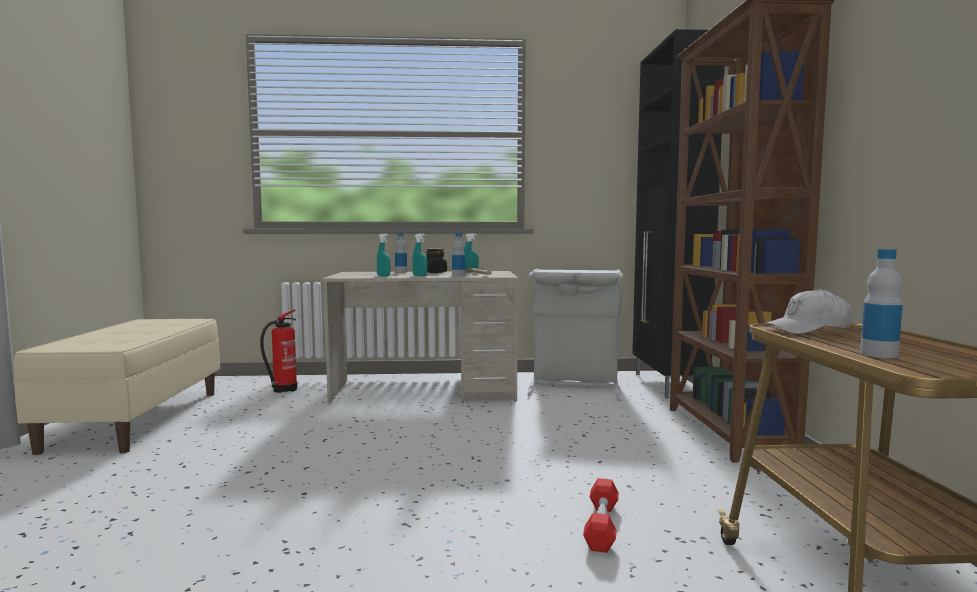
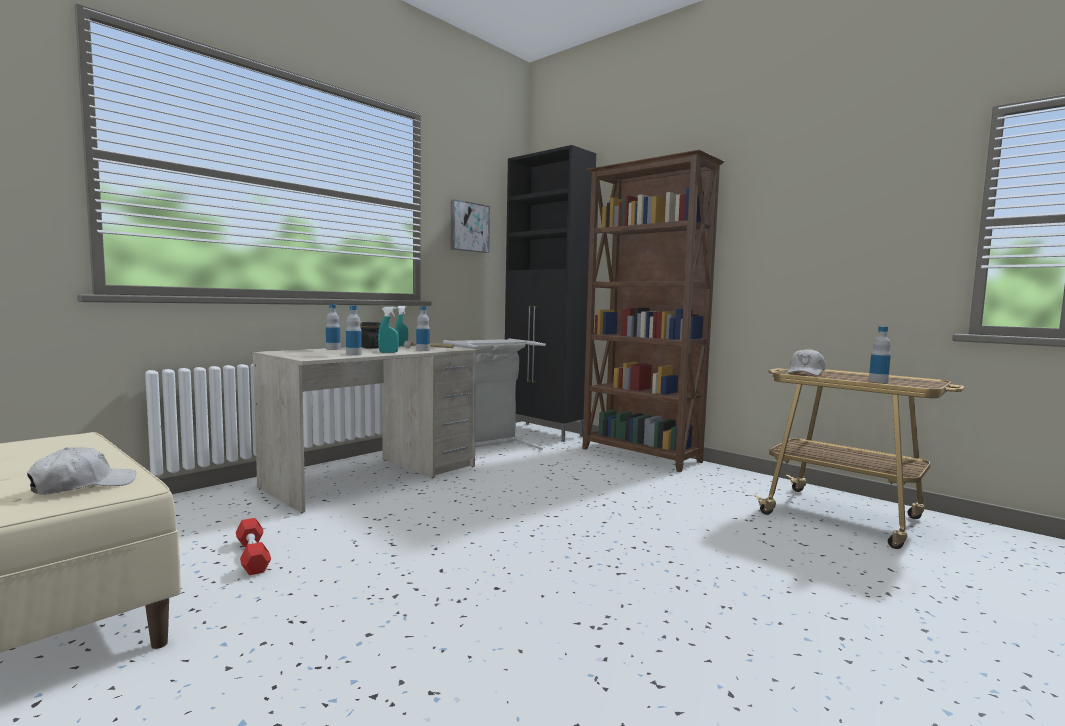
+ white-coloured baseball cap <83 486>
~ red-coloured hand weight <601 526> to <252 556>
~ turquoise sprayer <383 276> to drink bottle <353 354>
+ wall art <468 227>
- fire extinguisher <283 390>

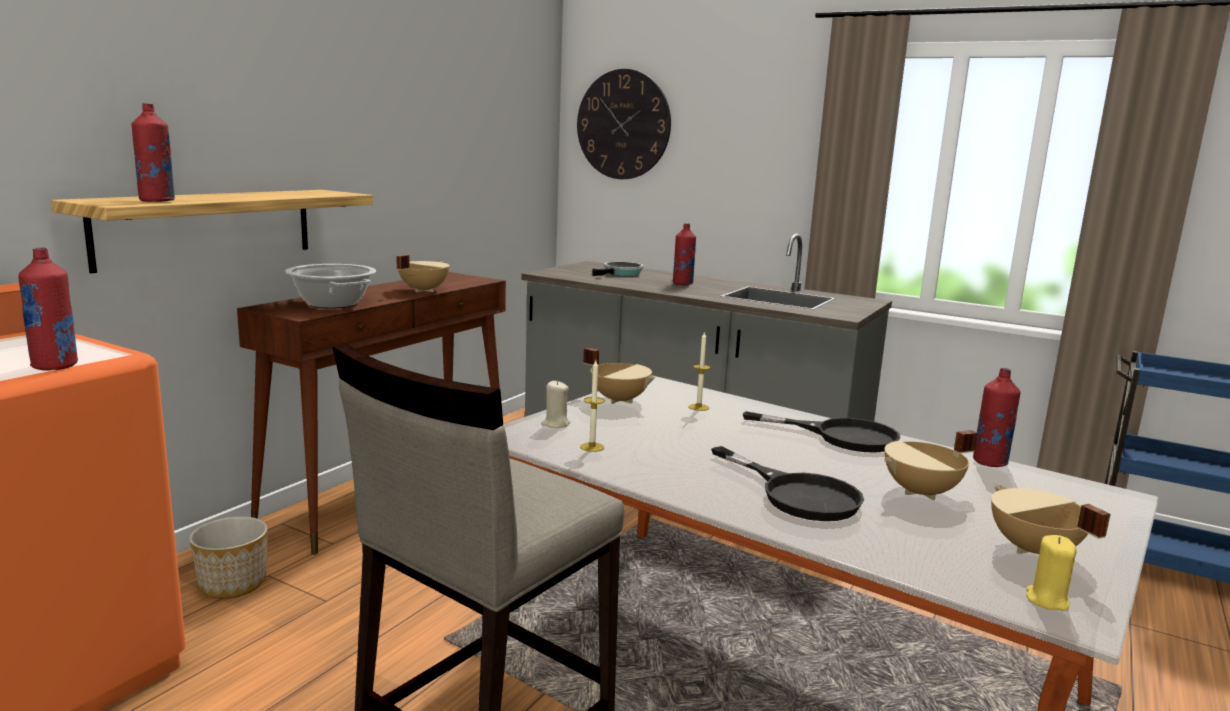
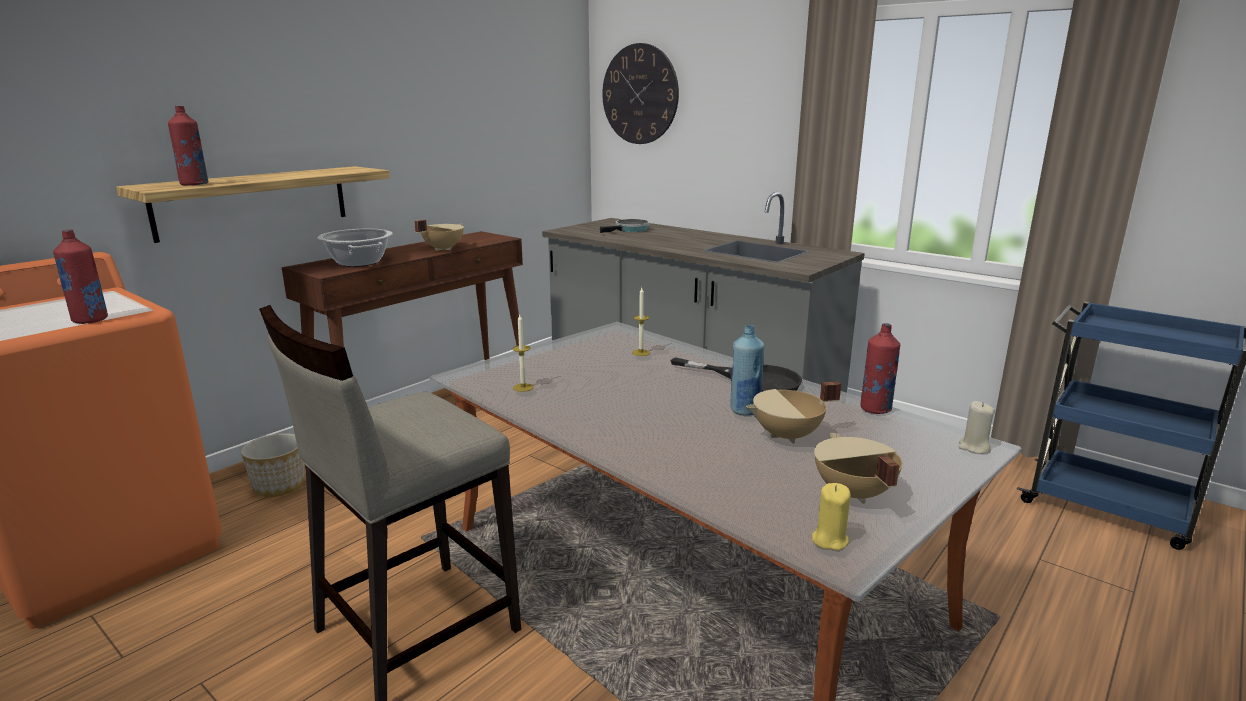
+ bluish drink bottle <744 410>
~ beige wax light <555 424> to <974 447>
- beige saucepot <619 400>
- red-coloured drink bottle <682 284>
- black-coloured skillet <797 494>

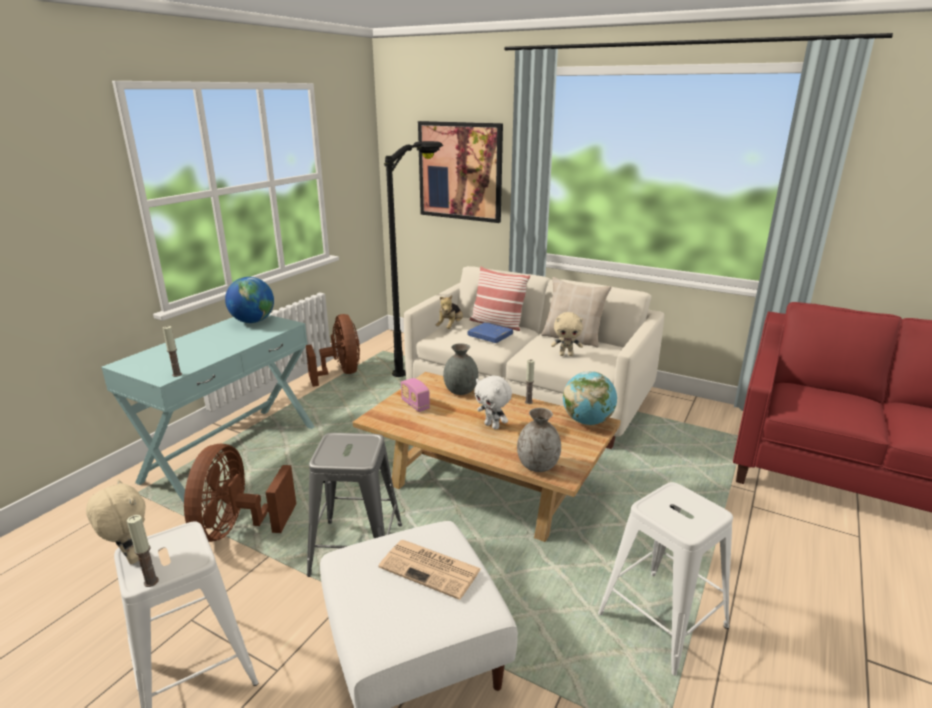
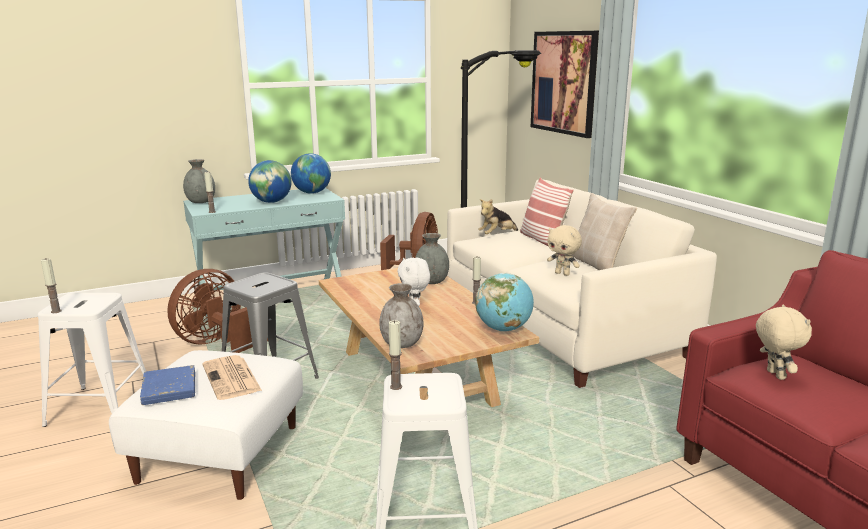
~ bluish volume <490 335> to <169 389>
+ grey decorative vase <201 202>
+ globe <271 202>
+ wax light <396 387>
~ beige soft toy <129 558> to <774 375>
- radio <415 405>

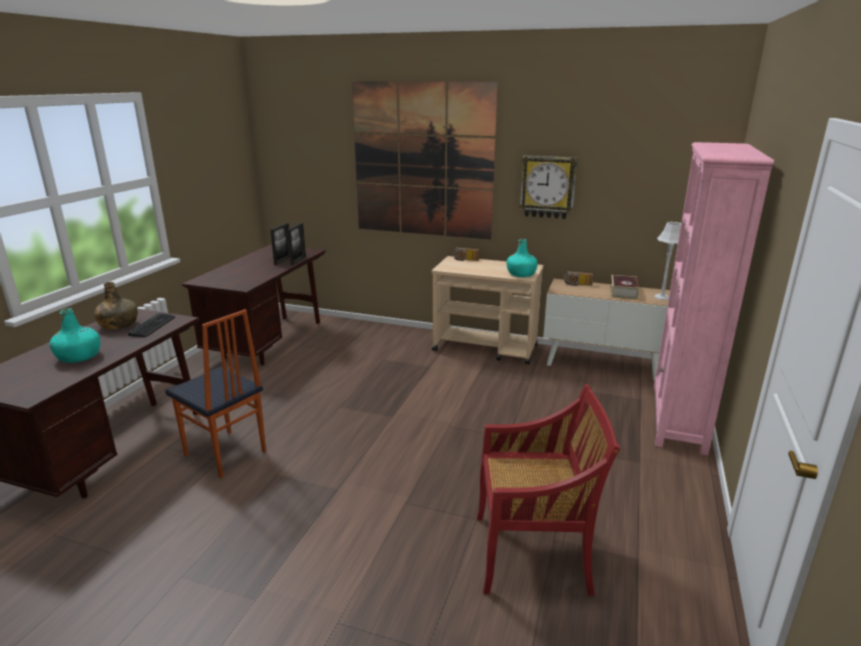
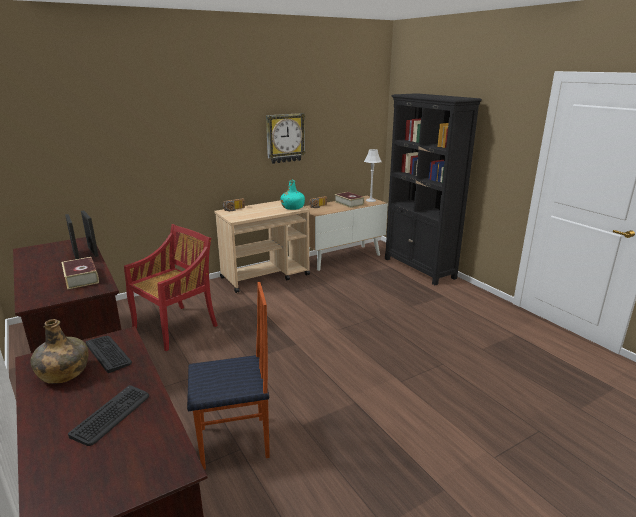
+ volume <81 278>
~ turquoise drink bottle <79 356> to keyboard <112 415>
~ red-coloured chair <533 553> to <176 326>
~ pink bookcase <678 418> to black-coloured bookcase <419 268>
- wall art <422 161>

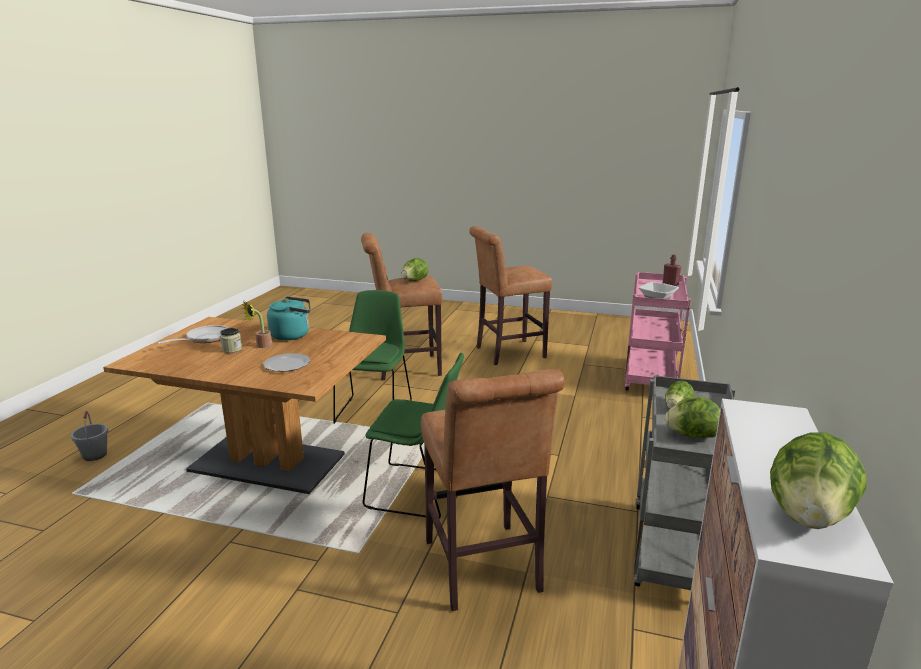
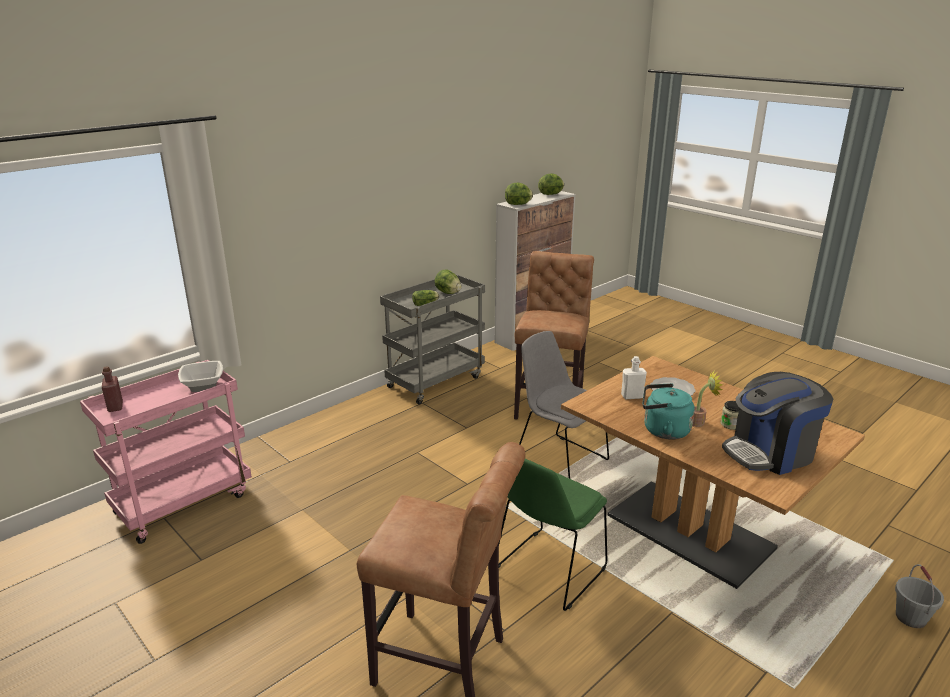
~ head of lettuce <414 281> to <518 204>
~ greenish chair <417 491> to grey chair <558 460>
+ white-coloured drink bottle <632 396>
~ skillet <204 339> to coffee machine <770 453>
- brownish sitting stool <506 353>

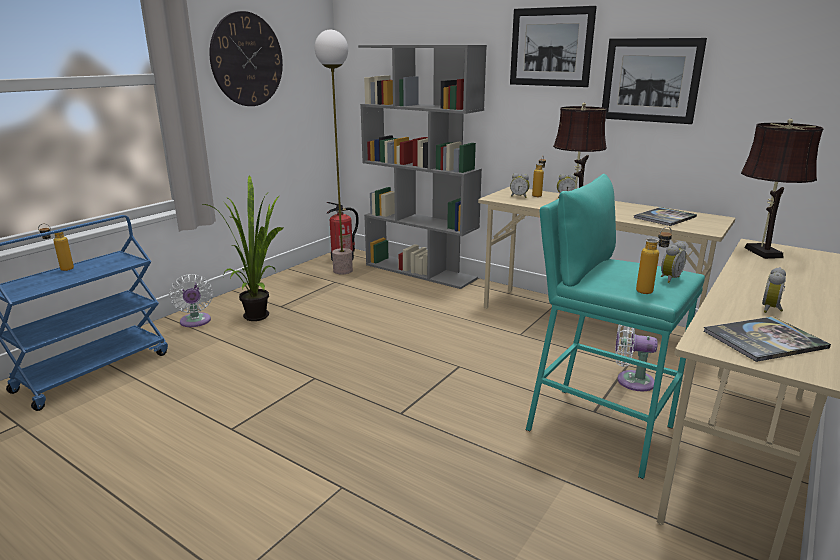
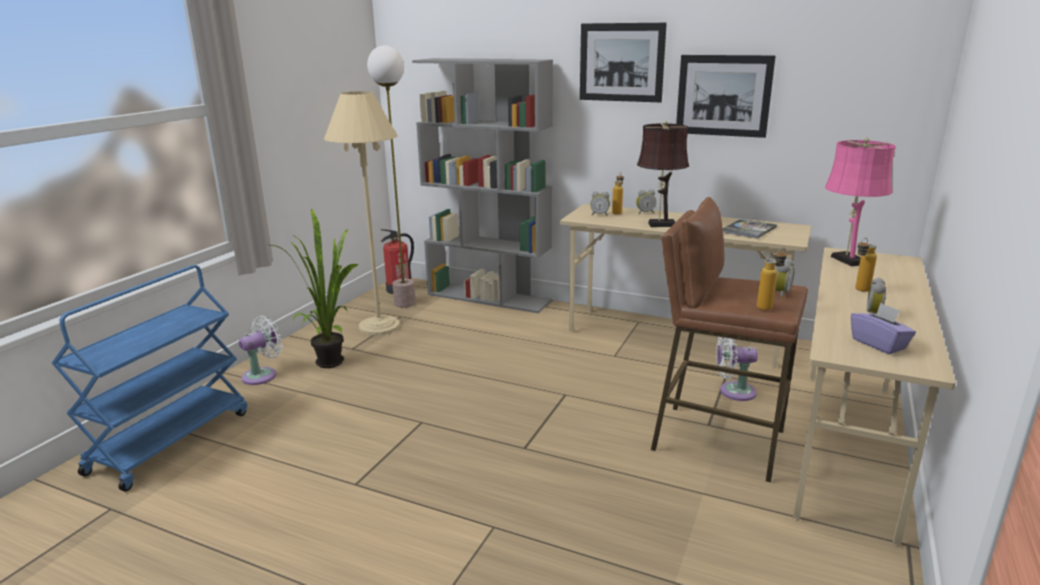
~ white-coloured fan <195 322> = <263 375> 105 degrees counterclockwise
+ beige standing lamp <379 326>
~ turquoise sitting stool <598 428> to brownish sitting stool <717 440>
~ brownish table lamp <761 251> to pink table lamp <846 259>
~ volume <764 340> to purplish box of tissues <879 344>
~ drink bottle <61 269> to <859 290>
- wall clock <247 60>

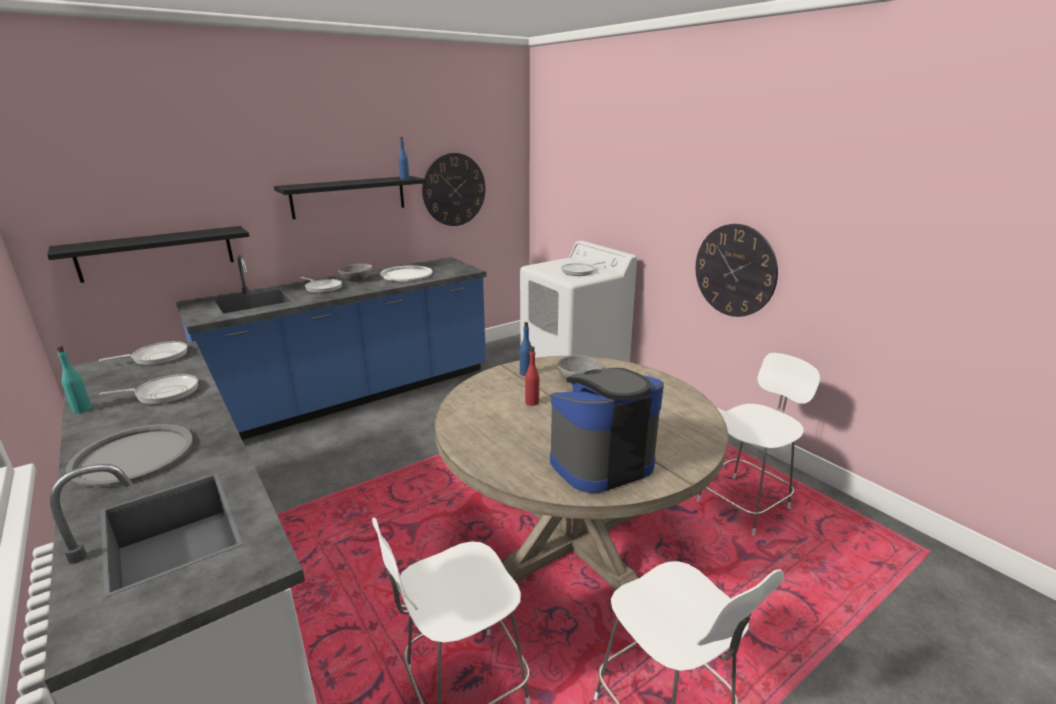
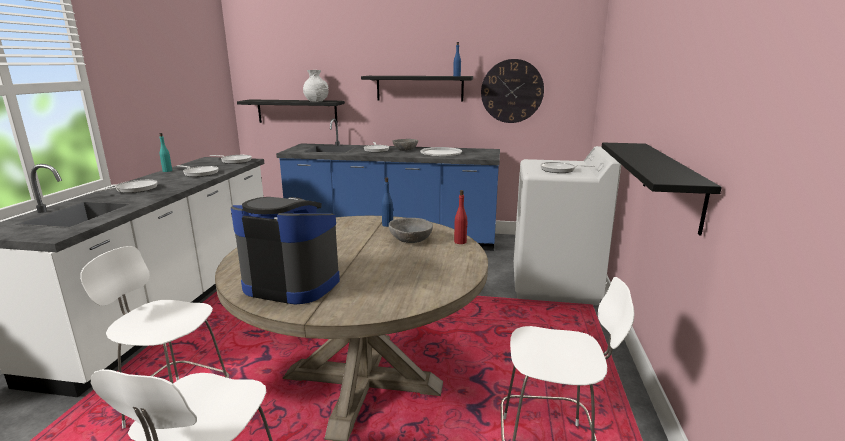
~ grey tray <133 456> to skillet <134 189>
+ white-coloured decorative vase <317 101>
~ red-coloured drink bottle <532 402> to <460 242>
~ wall clock <735 270> to black-coloured wall shelf <672 183>

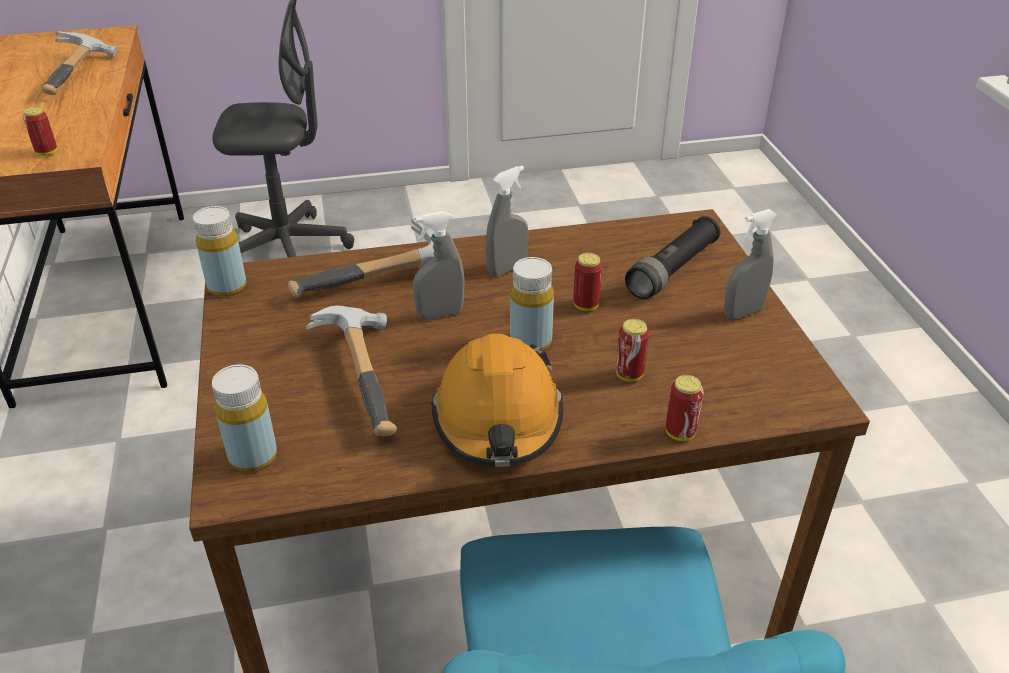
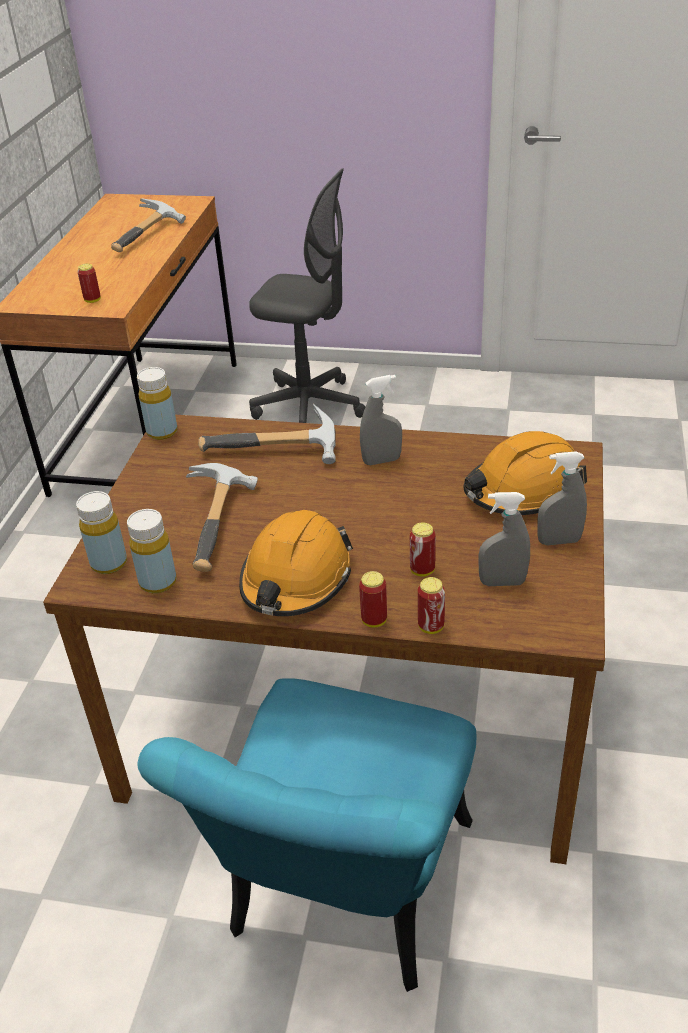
~ yellowish drink bottle <530 341> to <158 582>
~ can <585 305> to <374 620>
~ black-coloured torch <672 270> to orangey work helmet <523 491>
~ grey sprayer <440 314> to <502 582>

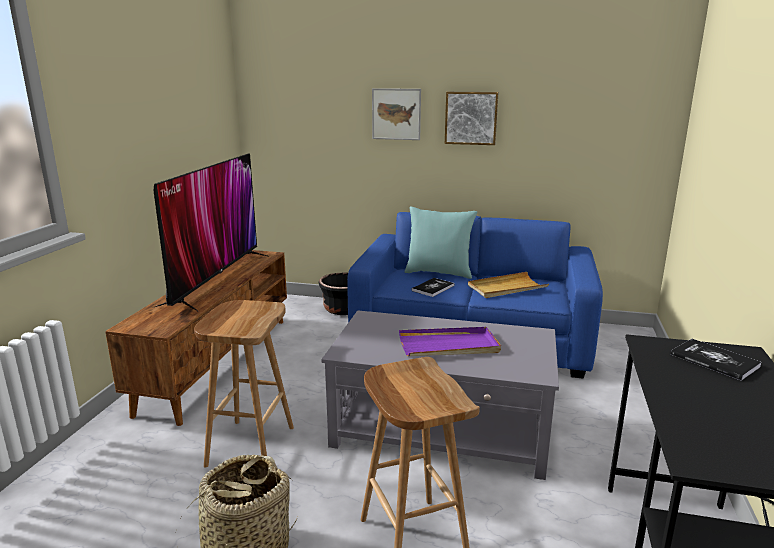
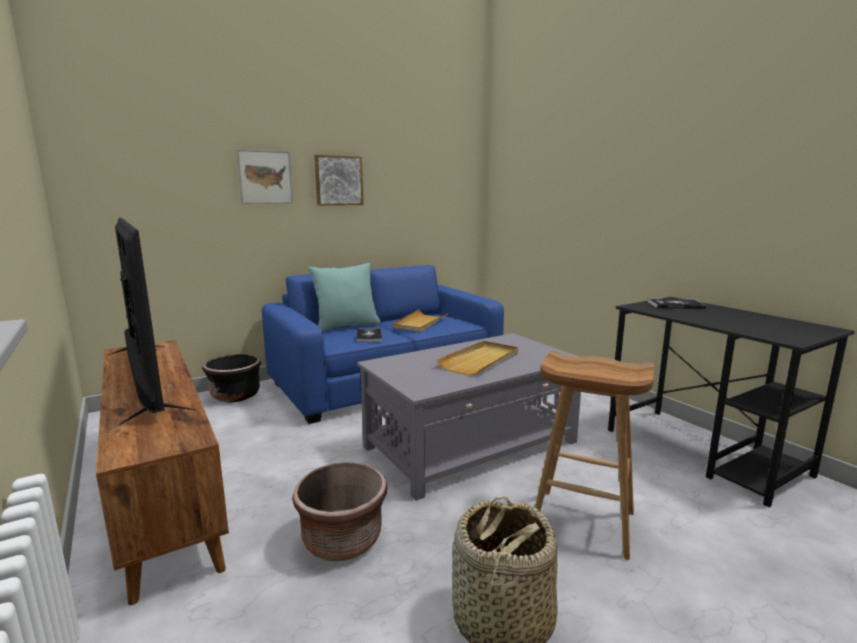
~ brownish sitting stool <250 445> to brownish planter <342 540>
~ purplish tray <449 346> to beige tray <480 360>

